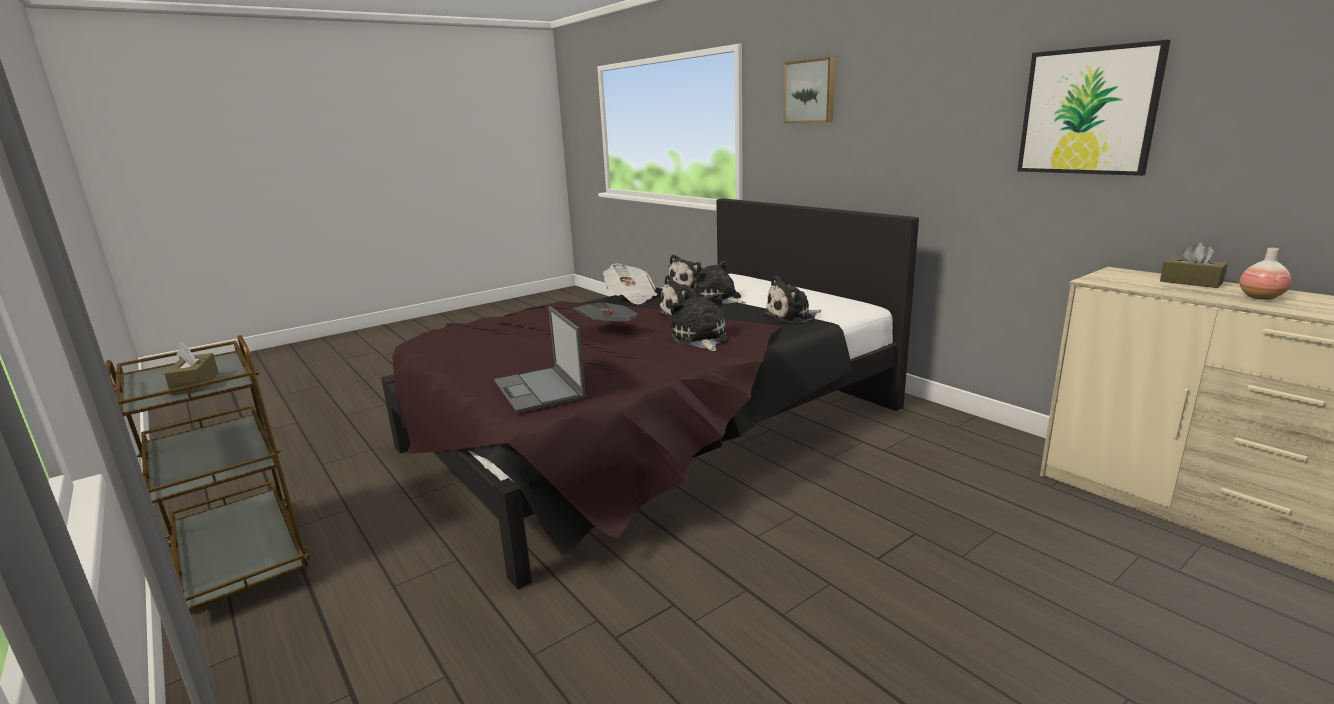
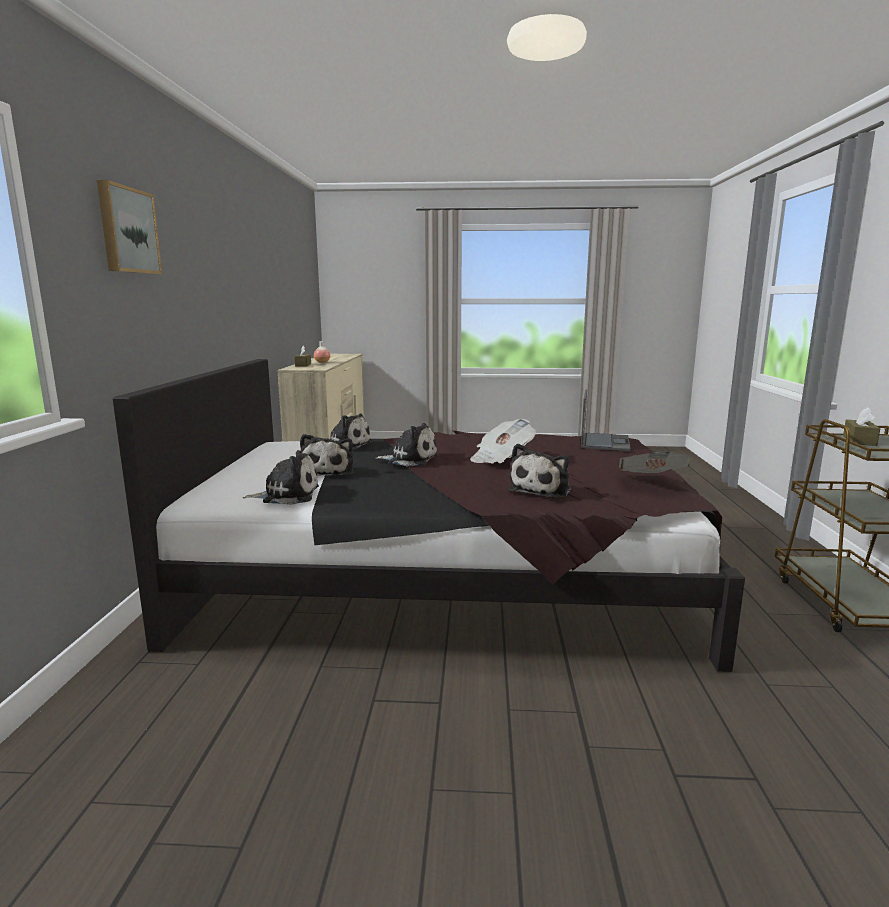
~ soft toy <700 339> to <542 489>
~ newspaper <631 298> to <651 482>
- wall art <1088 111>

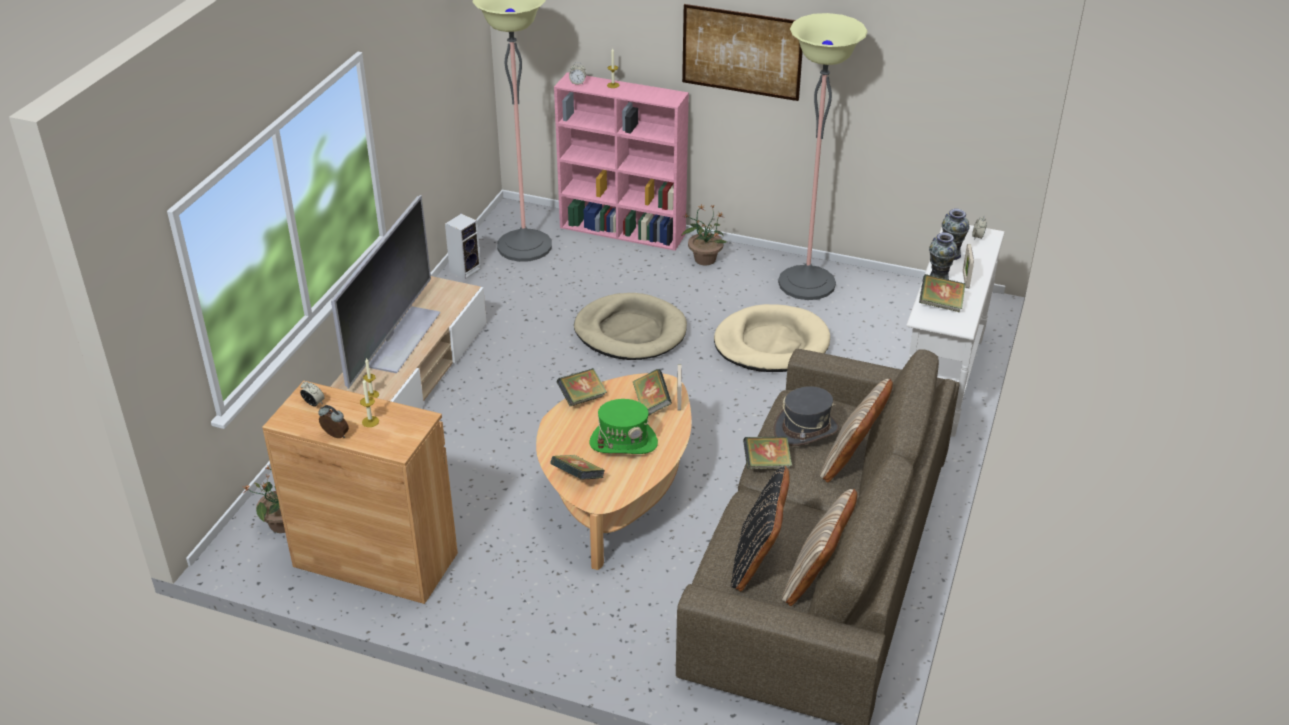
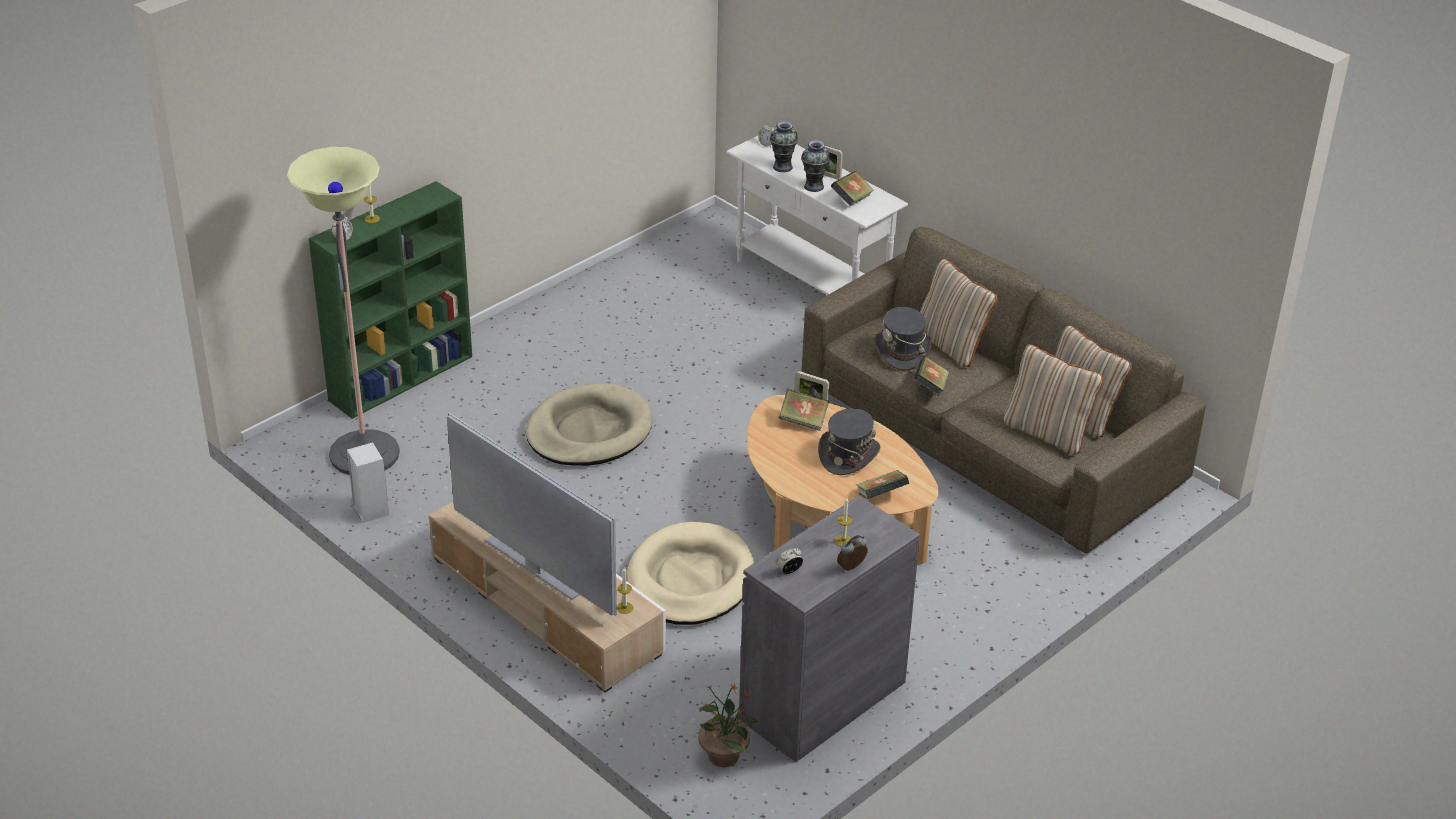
~ pink bookcase <624 231> to greenish bookcase <402 377>
~ beige dog bed <771 343> to <690 579>
~ brownish cupboard <375 560> to grey cupboard <822 700>
~ greenish wearable hat <623 442> to grey wearable hat <848 455>
~ black-coloured cushion <758 561> to beige cushion <1047 432>
- volume <582 398>
- wall art <742 52>
- houseplant <704 259>
- standing lamp <806 283>

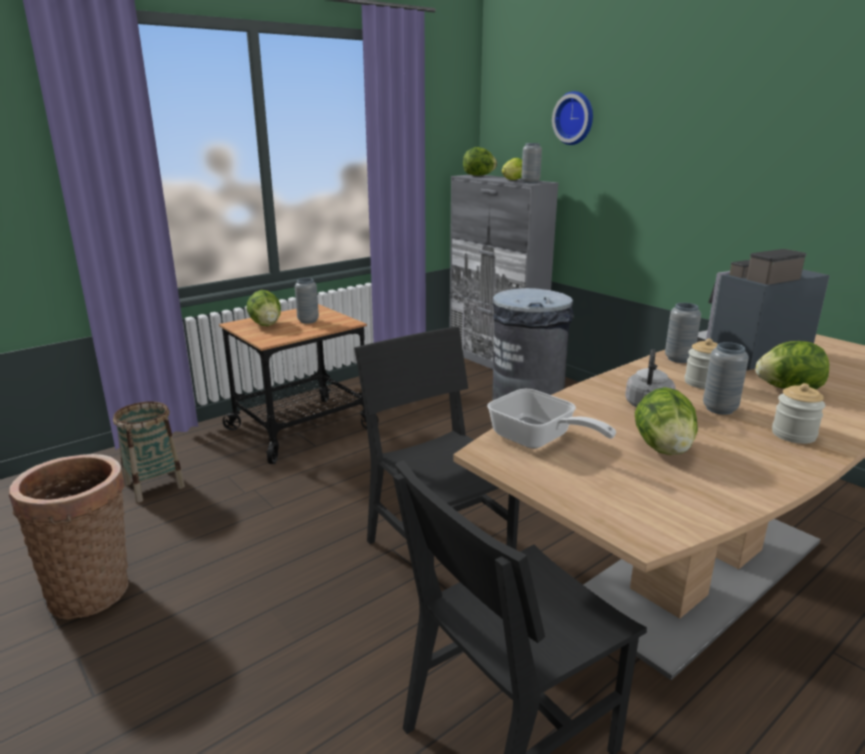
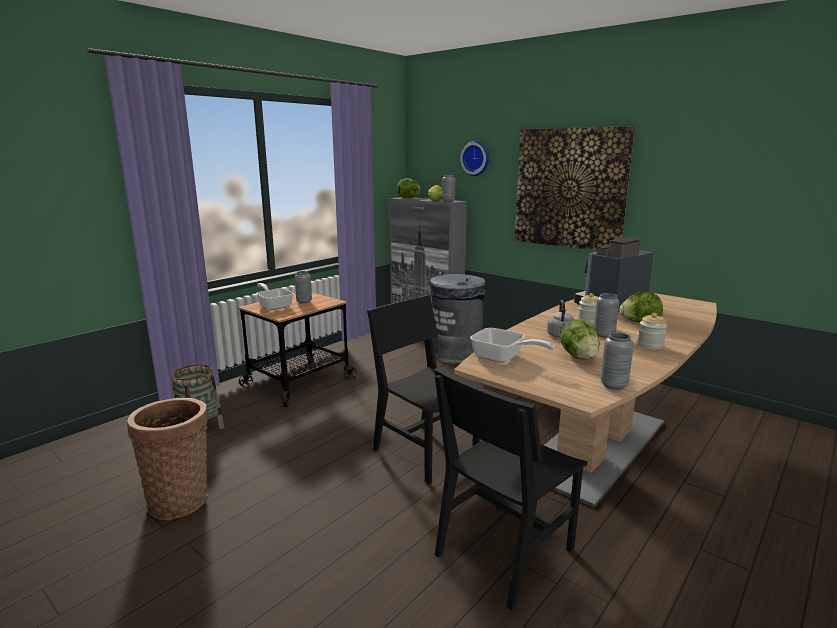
~ head of lettuce <266 324> to skillet <274 305>
+ wall art <570 188>
~ grey decorative vase <678 359> to <613 385>

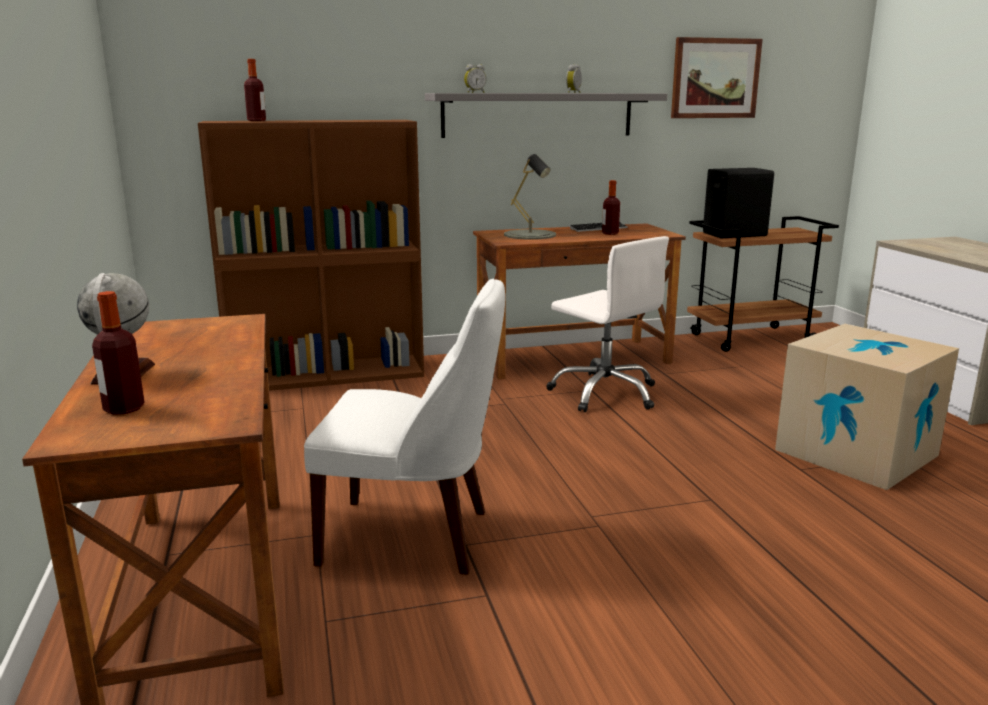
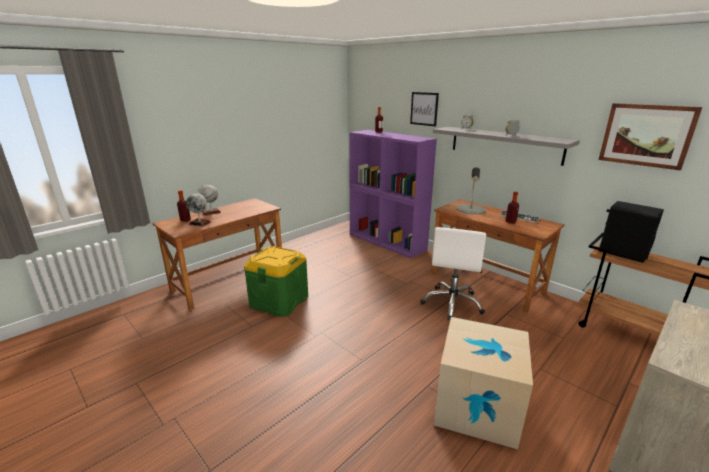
+ globe <200 223>
~ white-coloured chair <414 537> to greenish storage box <279 301>
~ brownish bookcase <328 374> to purplish bookcase <387 242>
+ wall art <424 109>

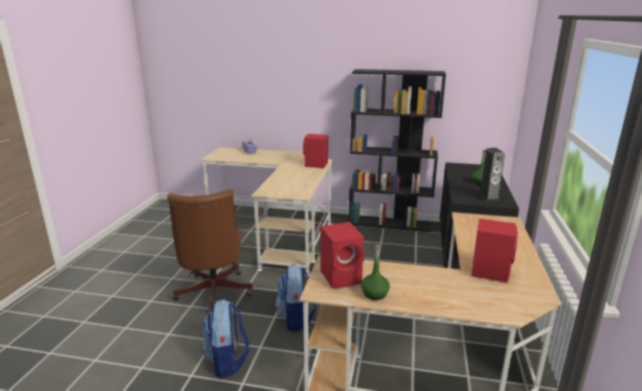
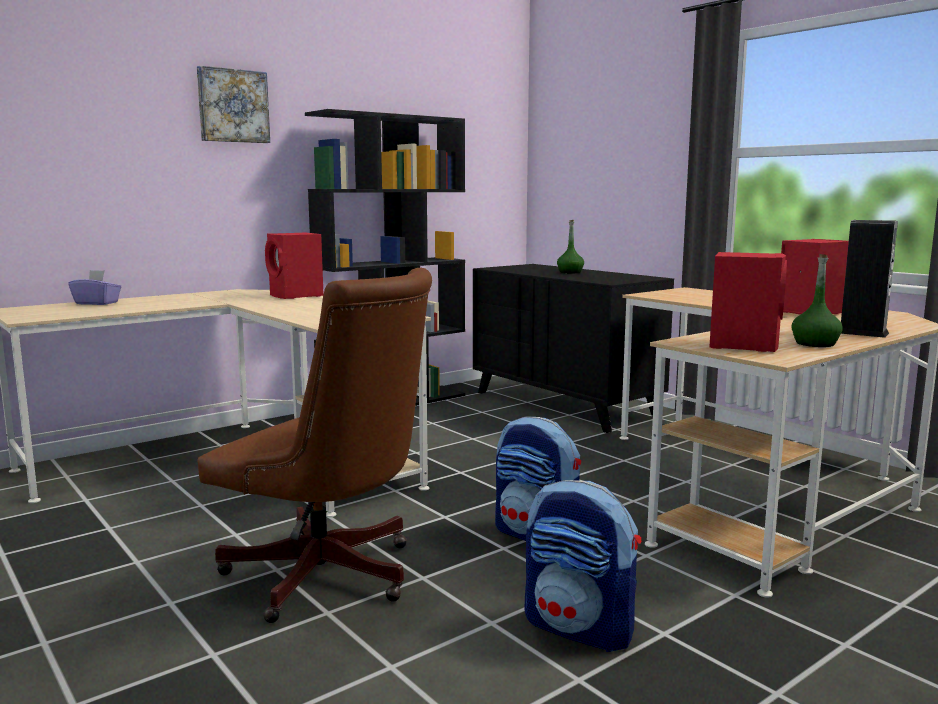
+ wall art <232 106>
~ audio speaker <488 197> to <862 333>

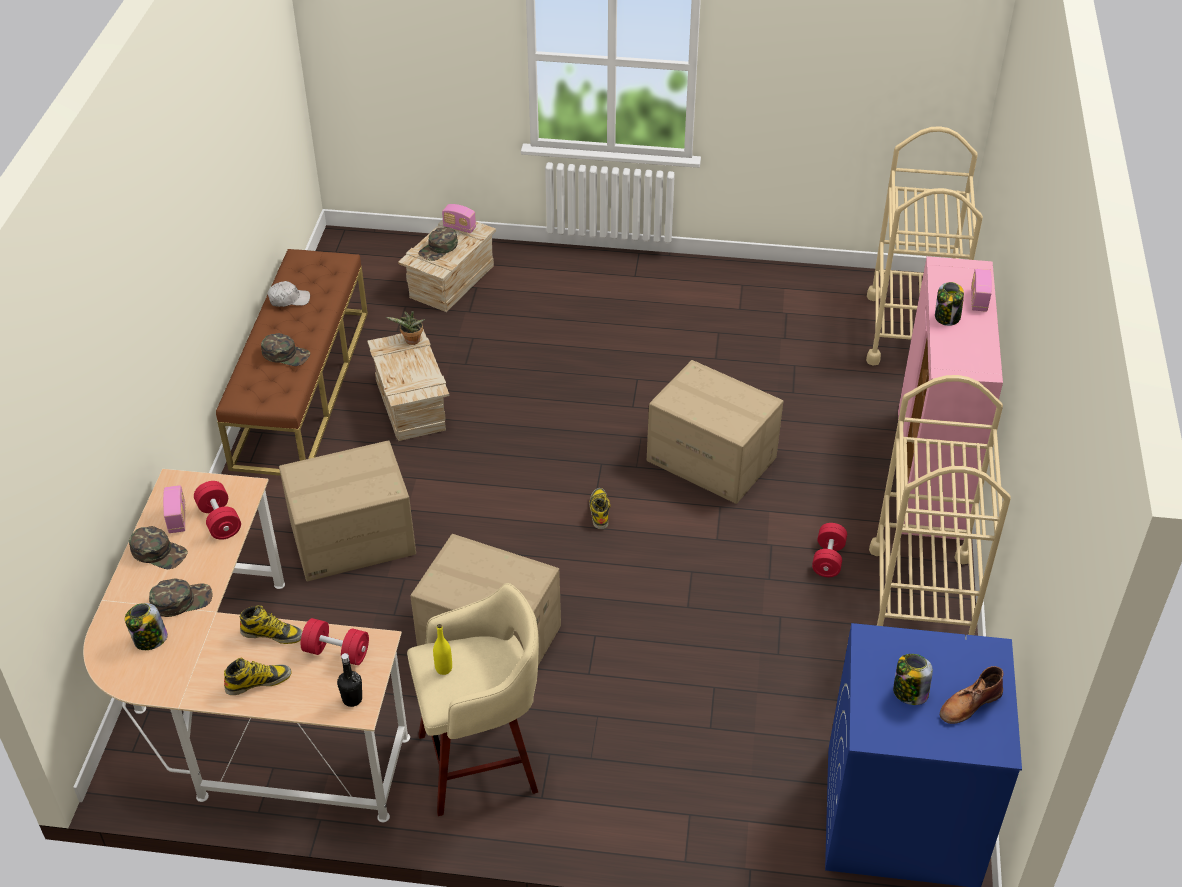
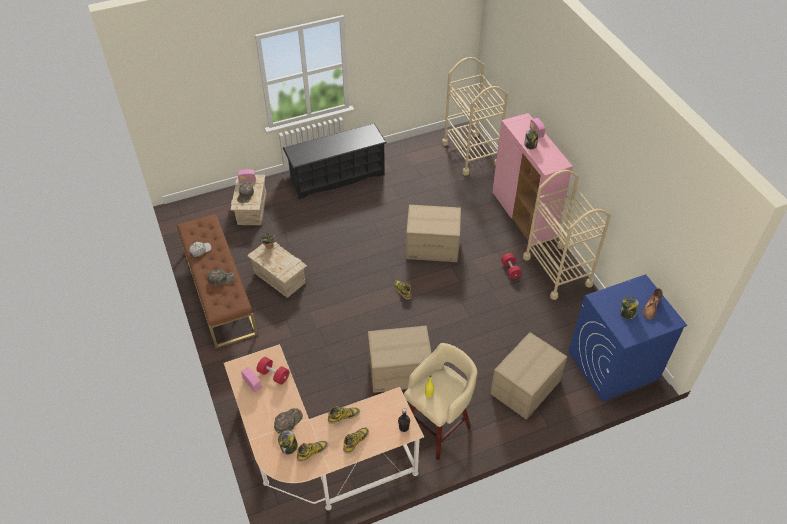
+ black-coloured shoe shelf <337 177>
+ tall boot <312 452>
~ packing box <352 540> to <525 388>
- greenish baseball cap <159 552>
- red-coloured hand weight <336 652>

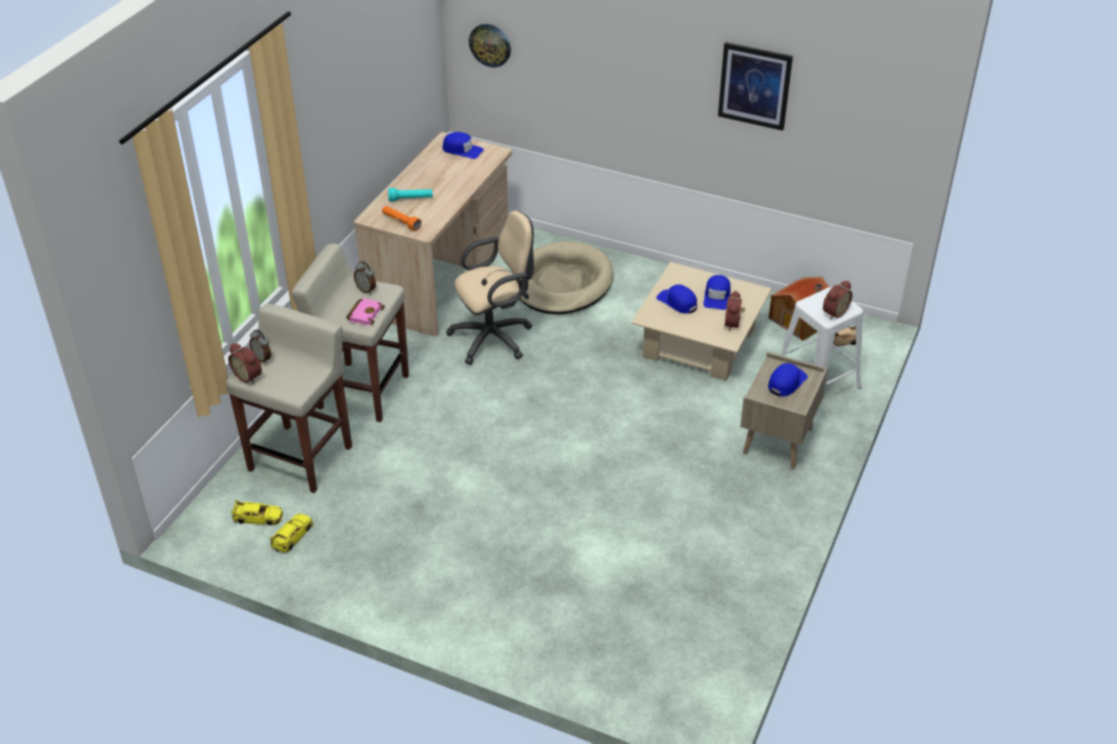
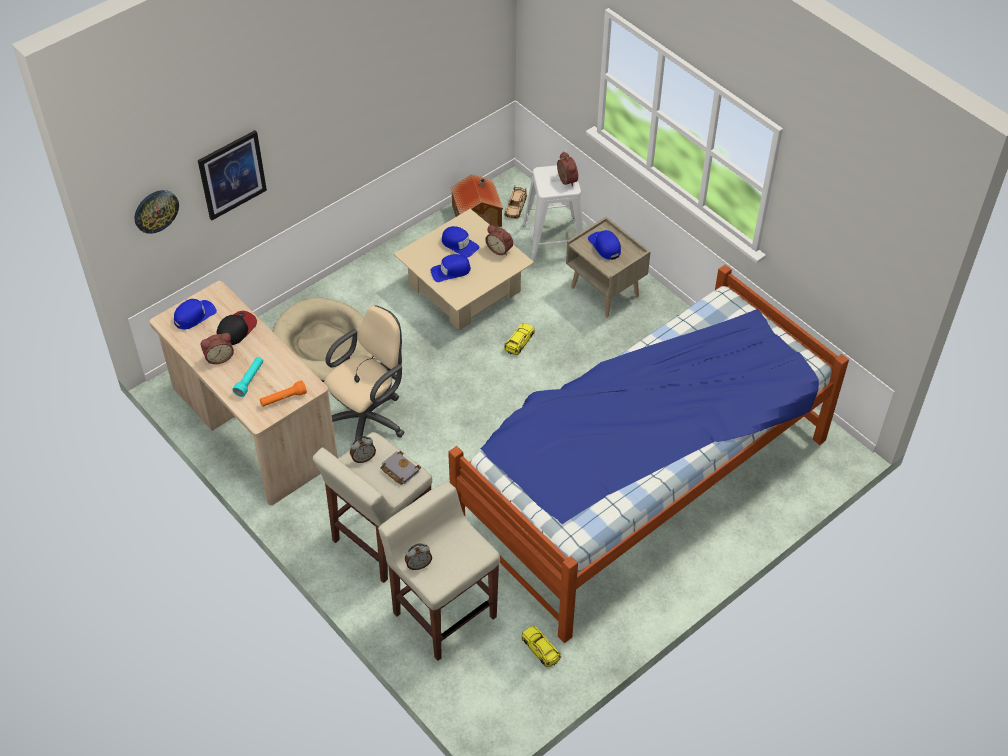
~ wall art <754 86> to <232 174>
~ bedside clock <249 376> to <219 357>
+ baseball cap <236 329>
~ beige computer chair <495 338> = <369 419> 45 degrees clockwise
~ pink volume <365 313> to grey volume <399 470>
+ bedroom bed <641 482>
~ yellowish model car <258 517> to <519 341>

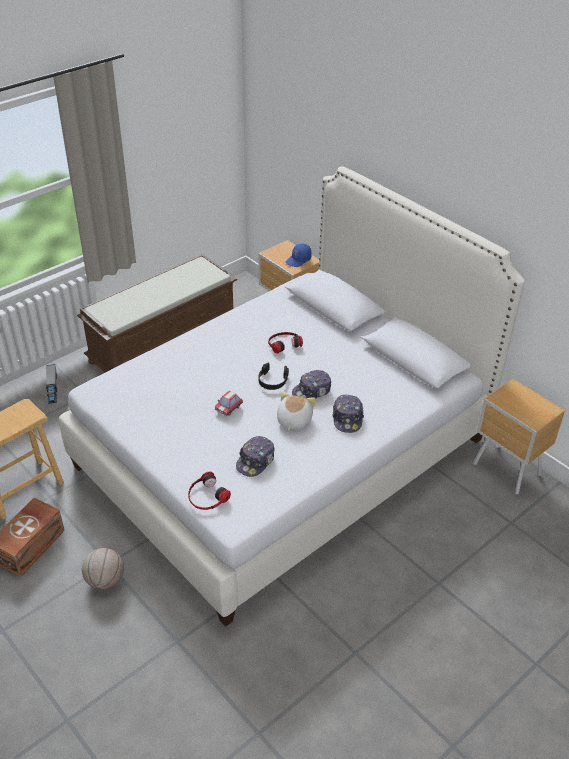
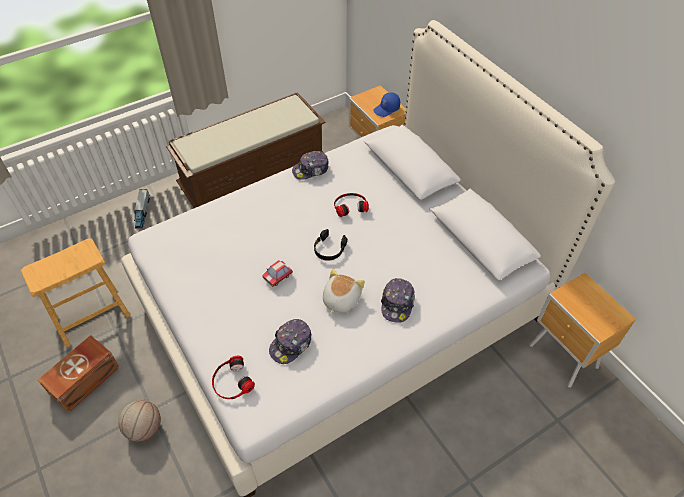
~ baseball cap <312 391> to <311 170>

